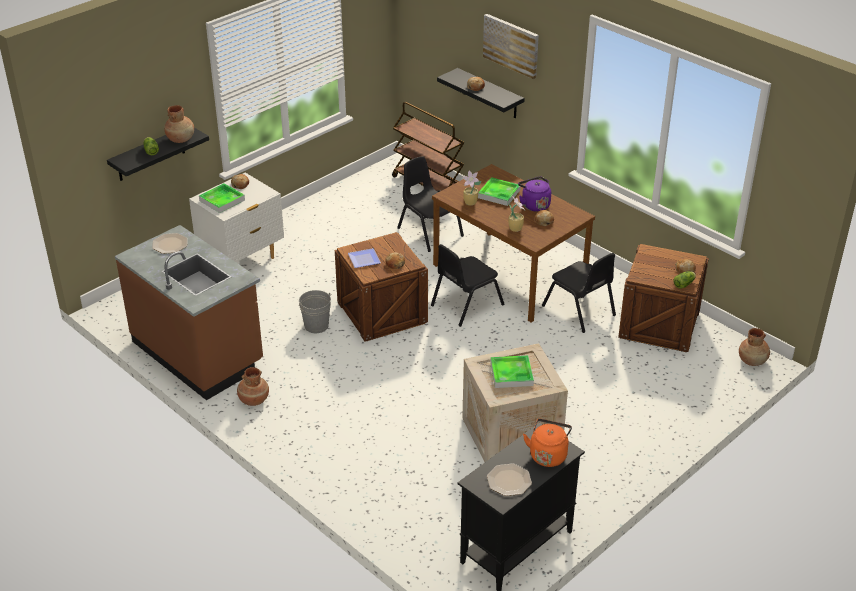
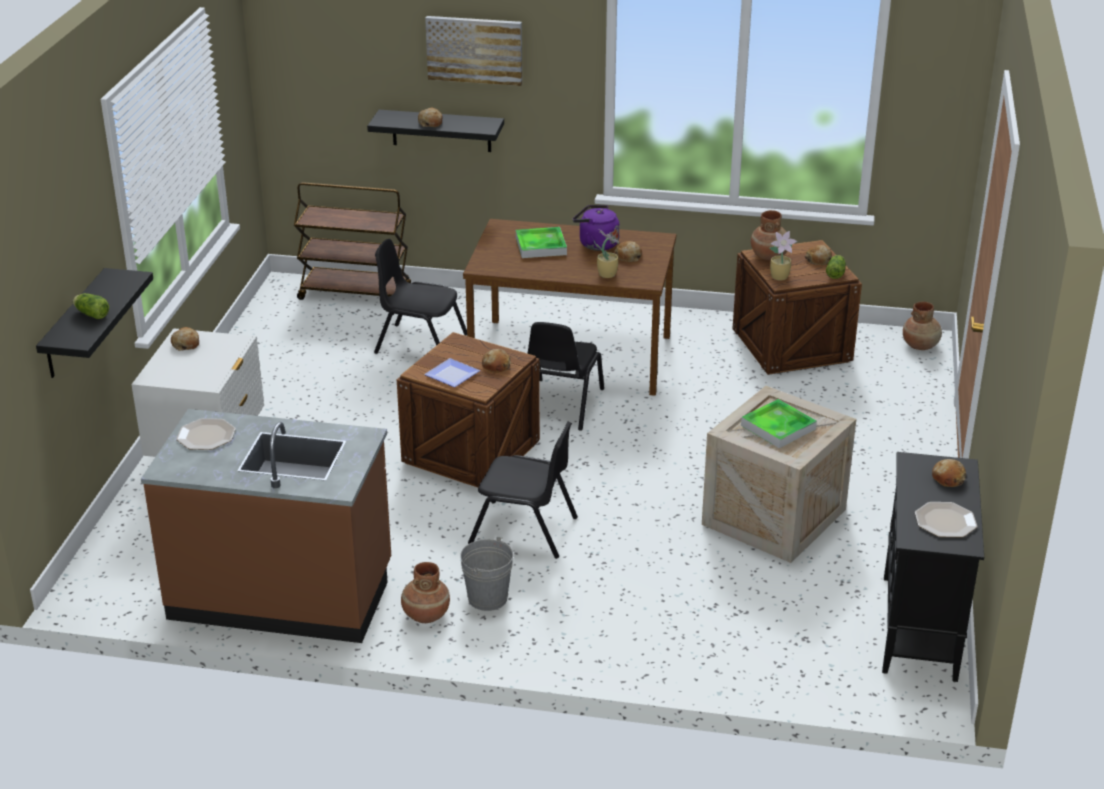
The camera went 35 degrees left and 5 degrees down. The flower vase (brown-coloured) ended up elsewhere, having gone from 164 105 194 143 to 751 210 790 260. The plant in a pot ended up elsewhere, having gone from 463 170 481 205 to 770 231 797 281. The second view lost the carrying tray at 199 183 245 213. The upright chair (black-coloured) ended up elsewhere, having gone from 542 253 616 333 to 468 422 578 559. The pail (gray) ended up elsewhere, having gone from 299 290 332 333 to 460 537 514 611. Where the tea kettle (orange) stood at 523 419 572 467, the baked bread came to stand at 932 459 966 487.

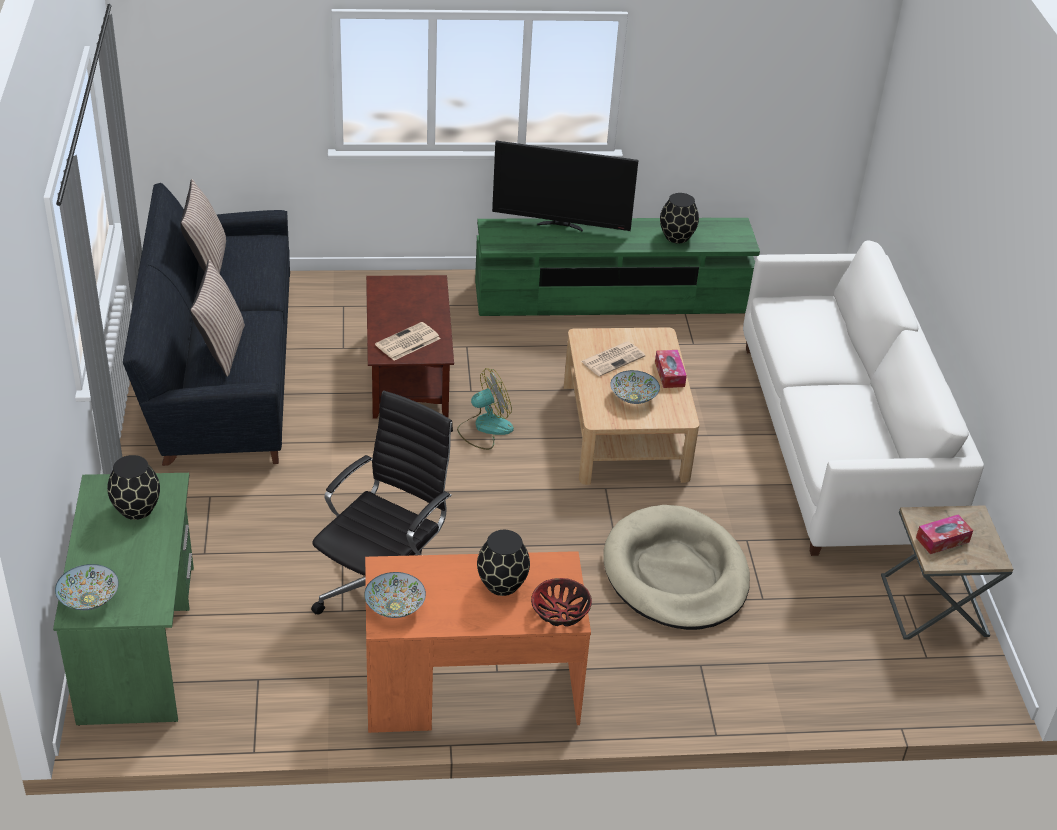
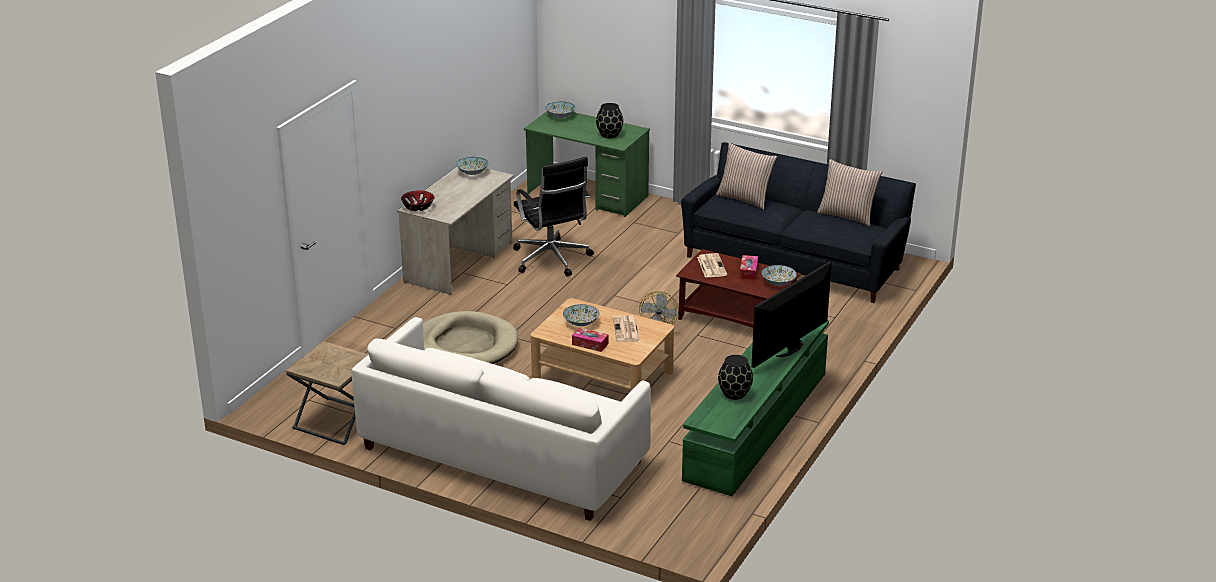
The camera went 125 degrees right and 10 degrees down. The tissue box ended up elsewhere, having gone from 916 514 973 554 to 740 255 758 280. The second view lost the flower vase (black-coloured) at 477 530 530 596. What was the desk (orange) at 365 551 591 733 turned into the desk (beige-coloured) at 397 167 514 295. The second view gained the bowl at 761 265 797 286.

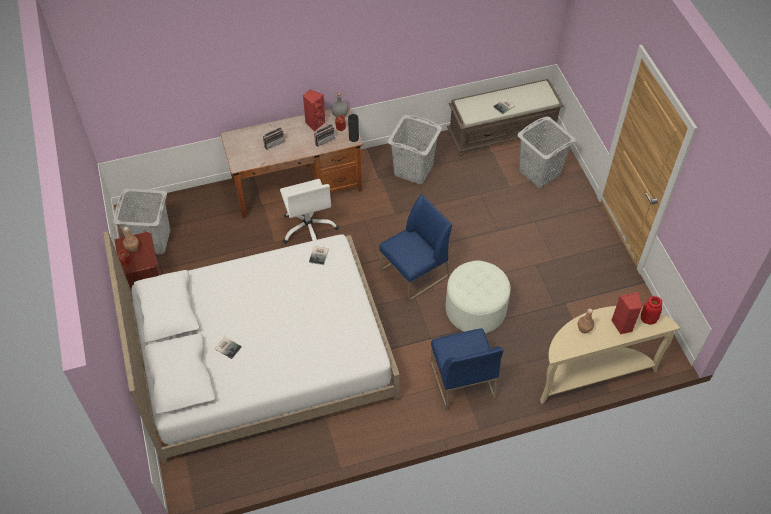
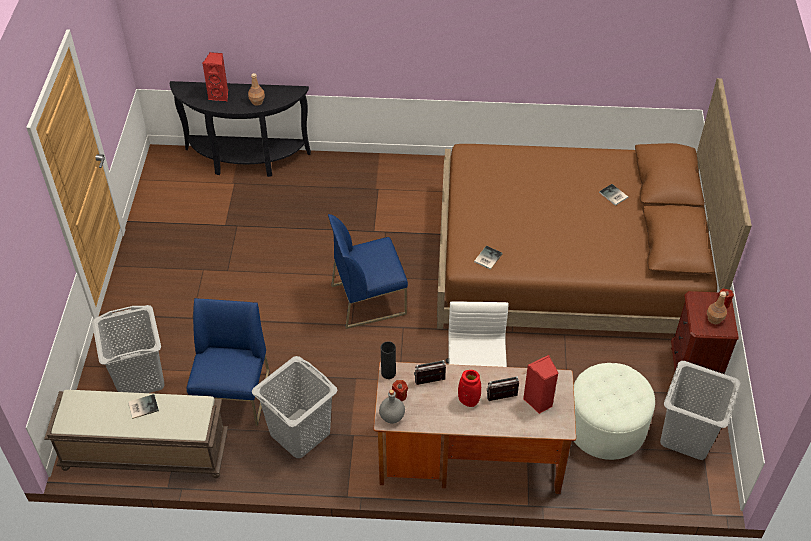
The camera went 160 degrees left and 5 degrees down. The speaker (reddish) ended up elsewhere, having gone from 303 90 326 132 to 523 355 558 414. What was the sleeping bed (white) at 103 231 400 465 turned into the sleeping bed (brown-coloured) at 437 78 752 334. The pouffe (white) ended up elsewhere, having gone from 446 261 511 334 to 574 363 655 460. The flower vase (reddish) ended up elsewhere, having gone from 641 296 663 324 to 458 370 481 407. What was the console table (beige-coloured) at 540 306 680 404 turned into the console table (black-coloured) at 170 81 311 177. The upright chair (blue-coloured) ended up elsewhere, having gone from 431 328 504 410 to 187 298 270 426.

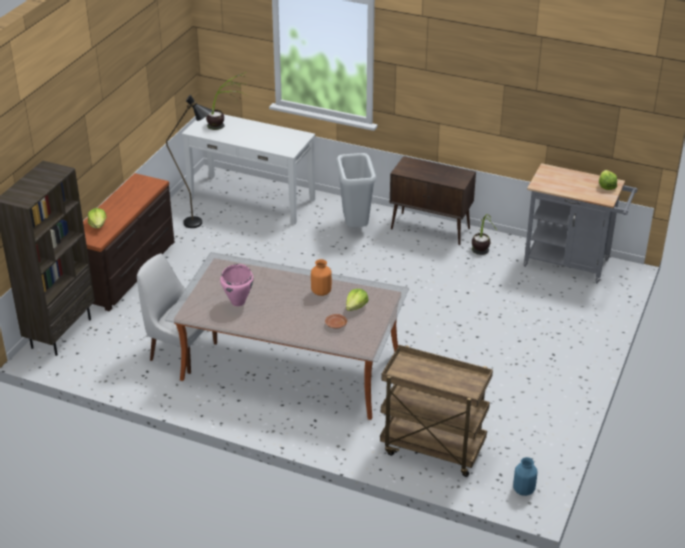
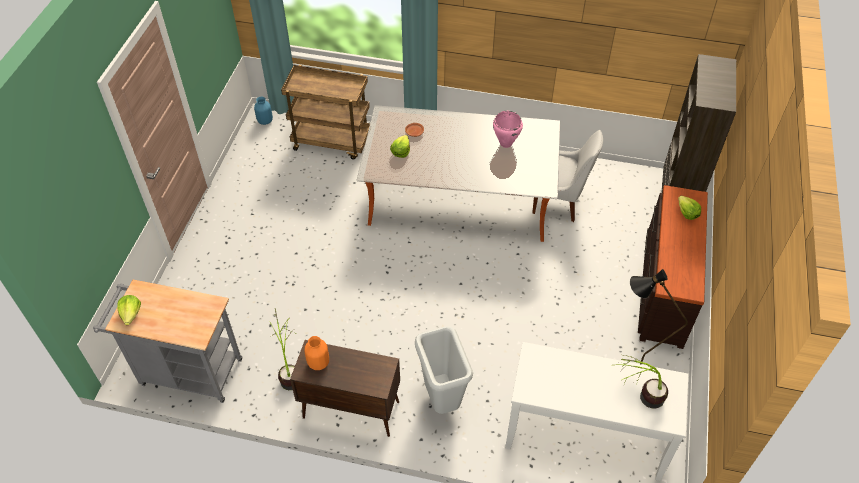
The camera went 170 degrees right and 15 degrees up. The flower vase (orange) ended up elsewhere, having gone from 311 259 332 296 to 305 336 329 370.

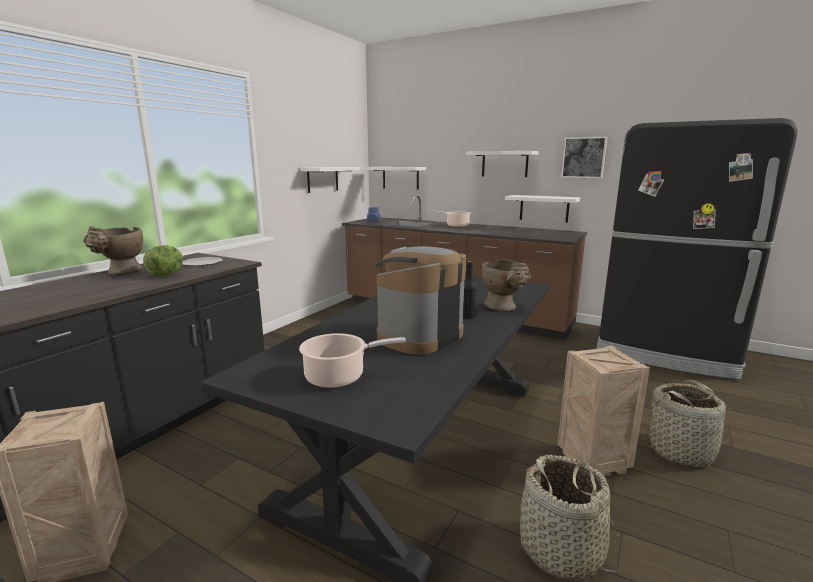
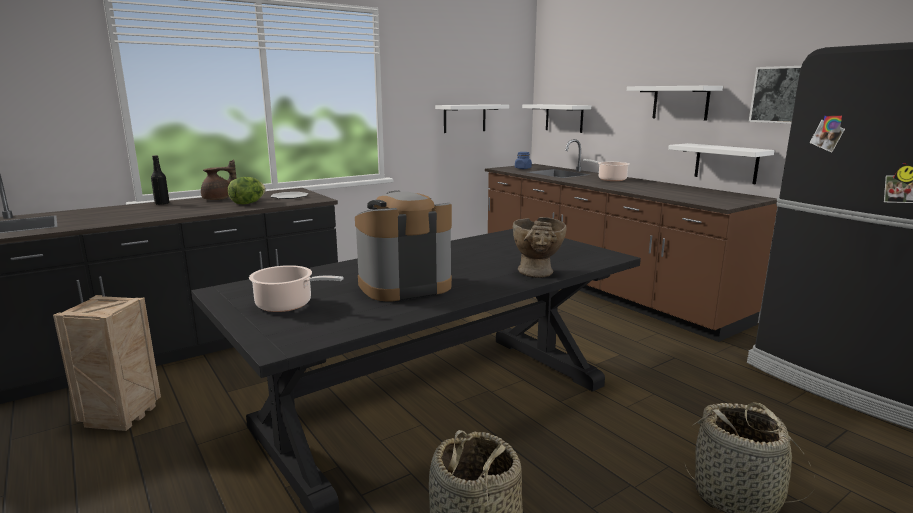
The camera went 25 degrees right and 0 degrees up. Where the flower vase (beige-coloured) stood at 83 226 143 275, the tea pot (brown-coloured) came to stand at 201 160 236 200. The bottle (black-coloured) ended up elsewhere, having gone from 463 261 477 319 to 151 155 170 205. The second view lost the packing crate at 558 346 650 477.

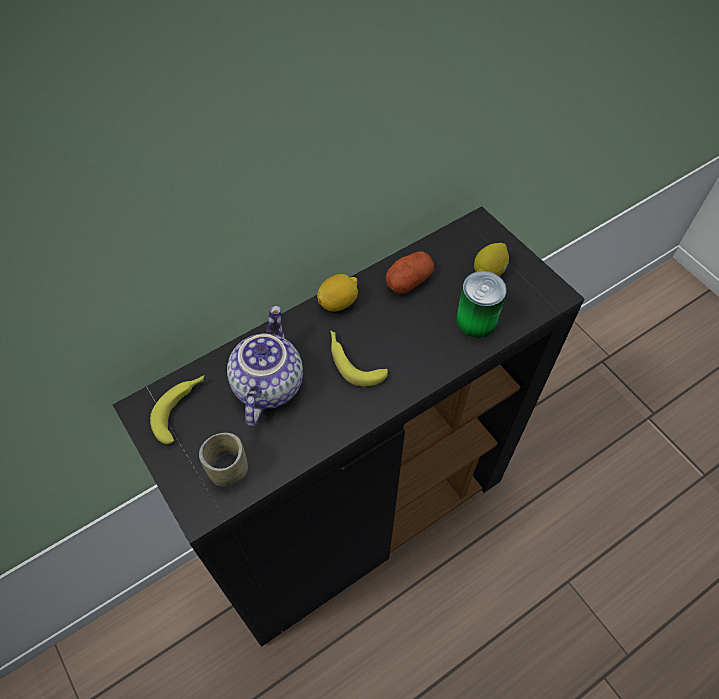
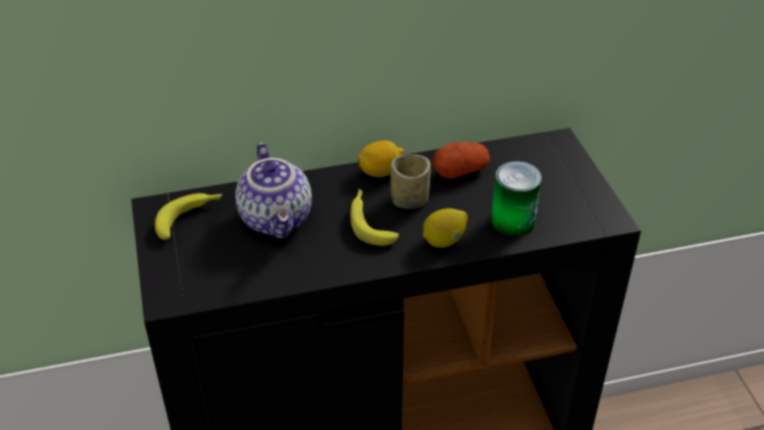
The camera went 20 degrees right and 15 degrees down. The citrus fruit ended up elsewhere, having gone from 474 243 509 276 to 423 208 468 248. The tea pot at 227 305 303 426 ended up facing another way, 135 degrees clockwise from before. The cup ended up elsewhere, having gone from 199 433 248 487 to 390 154 431 209.

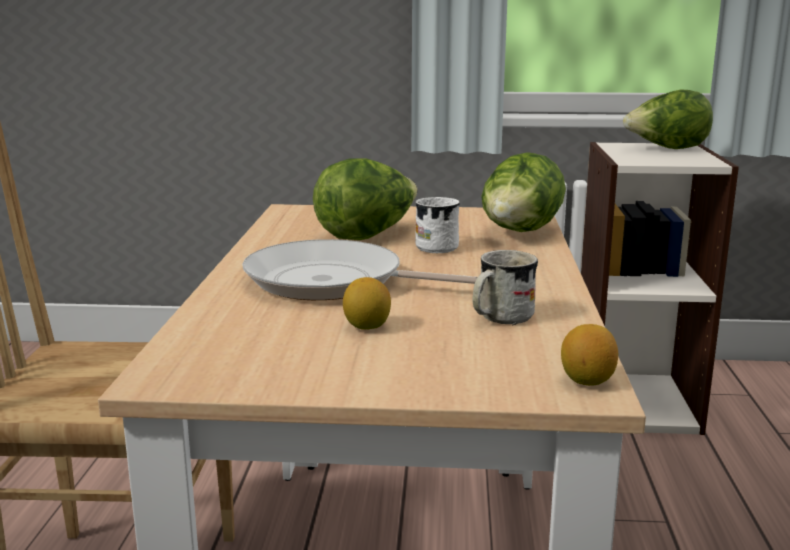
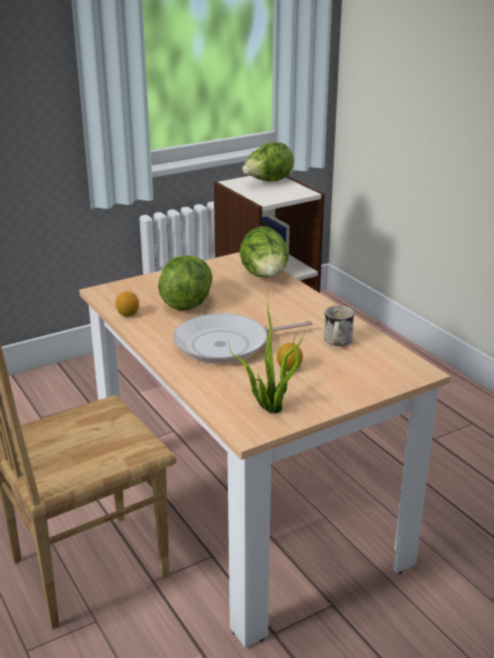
The camera went 35 degrees left and 10 degrees up. The second view lost the coffee mug (white) at 415 197 460 253. The citrus fruit ended up elsewhere, having gone from 561 324 618 386 to 116 291 139 317. The second view gained the plant in a pot at 229 287 305 414.

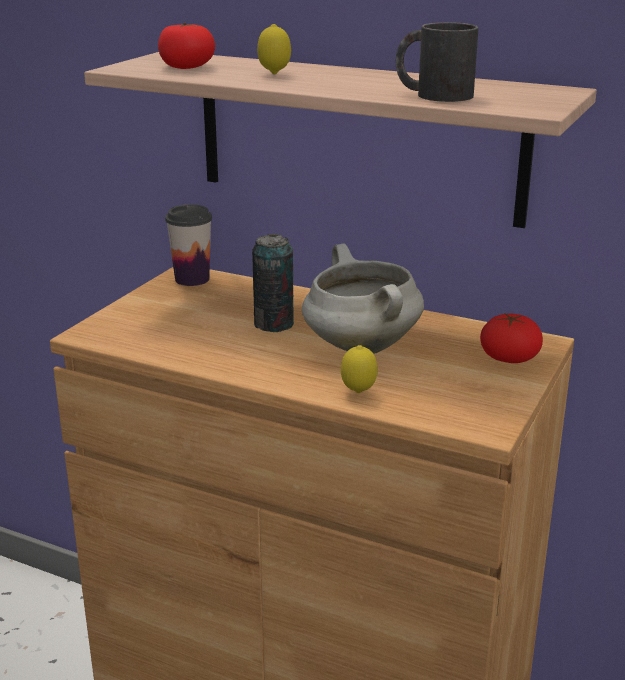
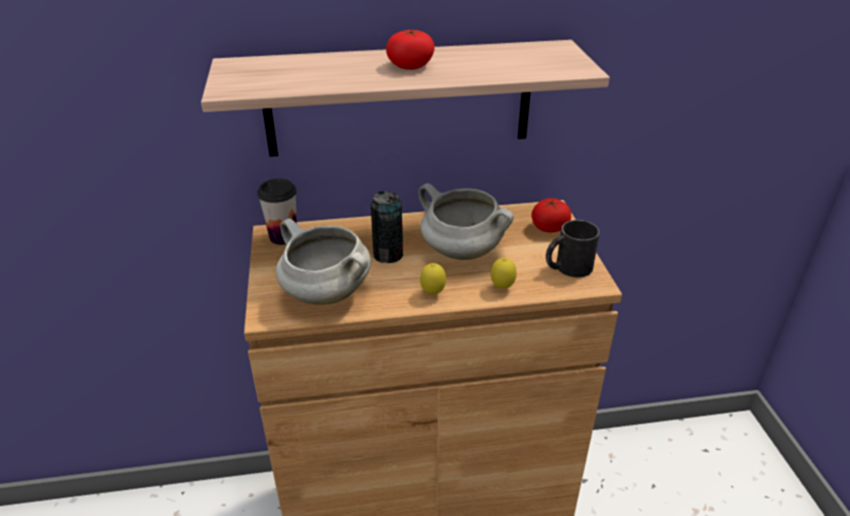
The camera went 35 degrees left and 10 degrees up. The coffee mug (black-coloured) ended up elsewhere, having gone from 396 22 479 102 to 546 220 600 277. The fresh tomato ended up elsewhere, having gone from 158 23 215 69 to 386 30 435 70. The citrus fruit ended up elsewhere, having gone from 257 24 291 74 to 420 263 446 295. The second view gained the cooking pot (white) at 276 218 371 305.

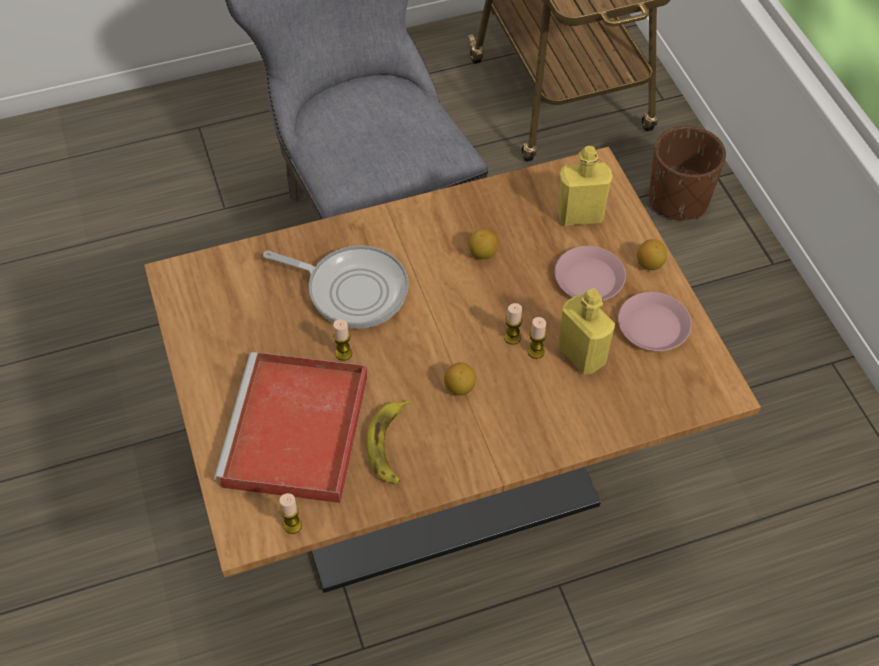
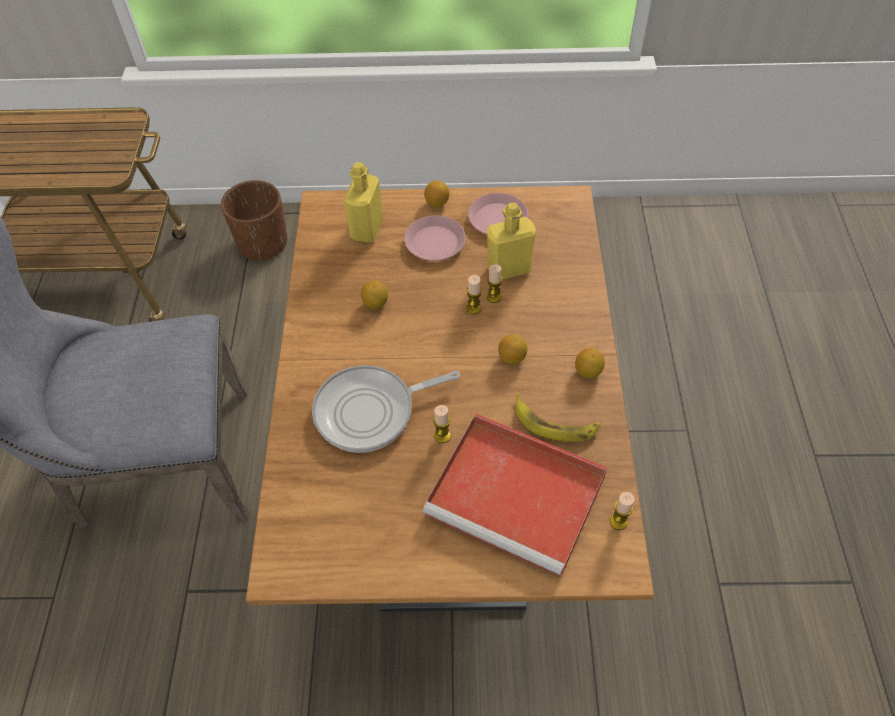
The camera went 70 degrees left and 0 degrees up. The frying pan at 263 245 409 329 ended up facing another way, 150 degrees counterclockwise from before. The second view gained the citrus fruit at 575 348 605 379.

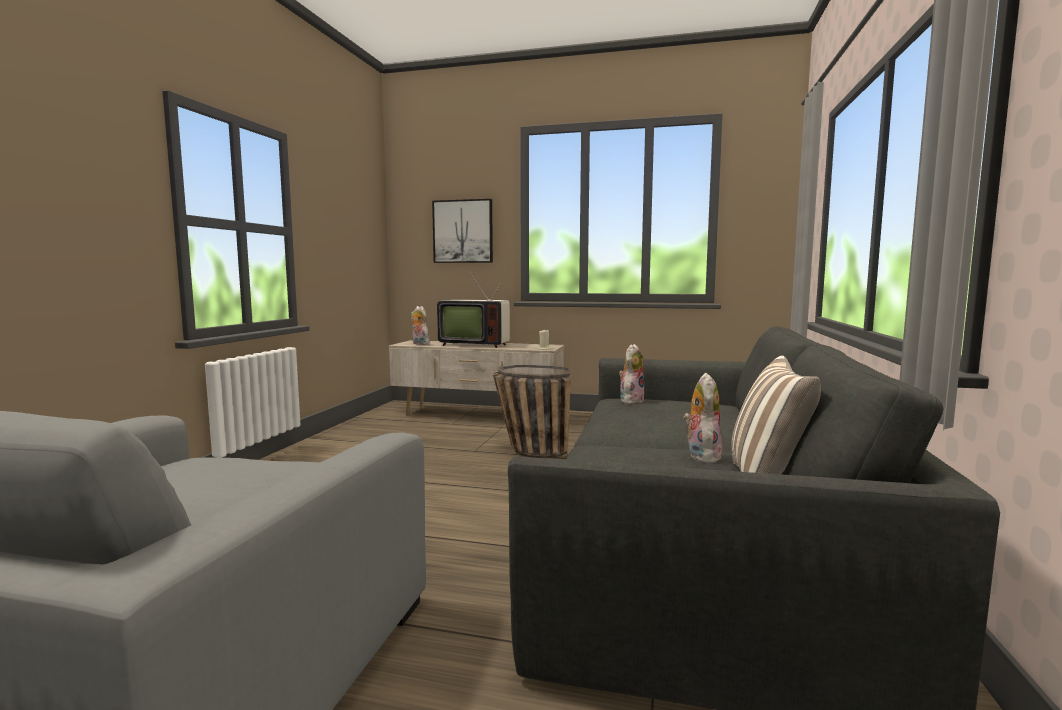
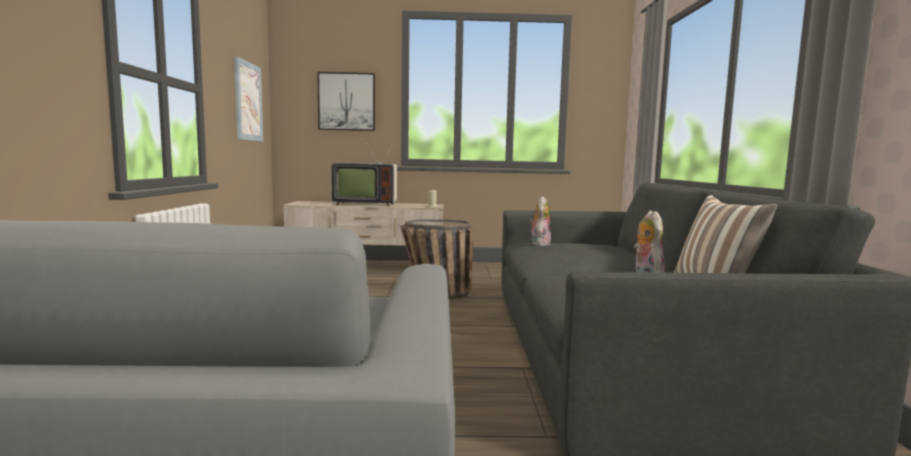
The camera went 15 degrees left and 0 degrees up. The second view lost the plush toy at 411 306 430 345. The second view gained the picture at 234 56 263 142.

